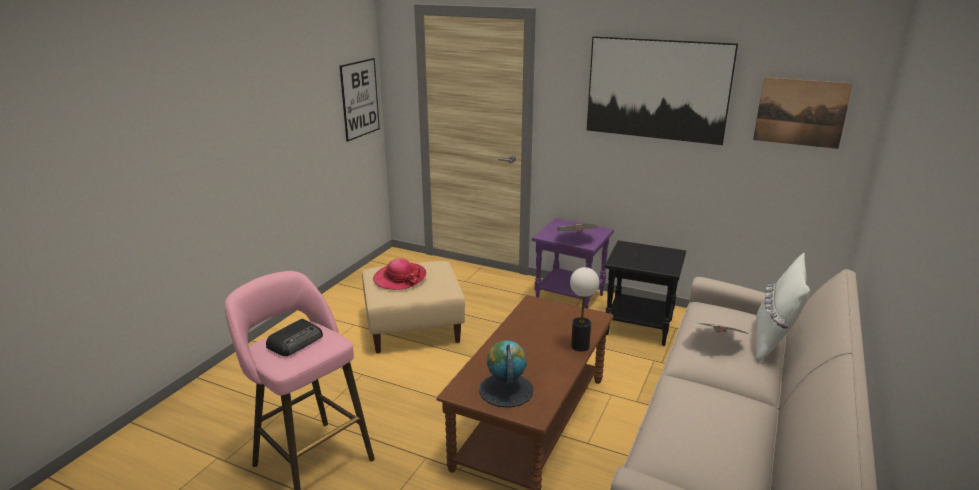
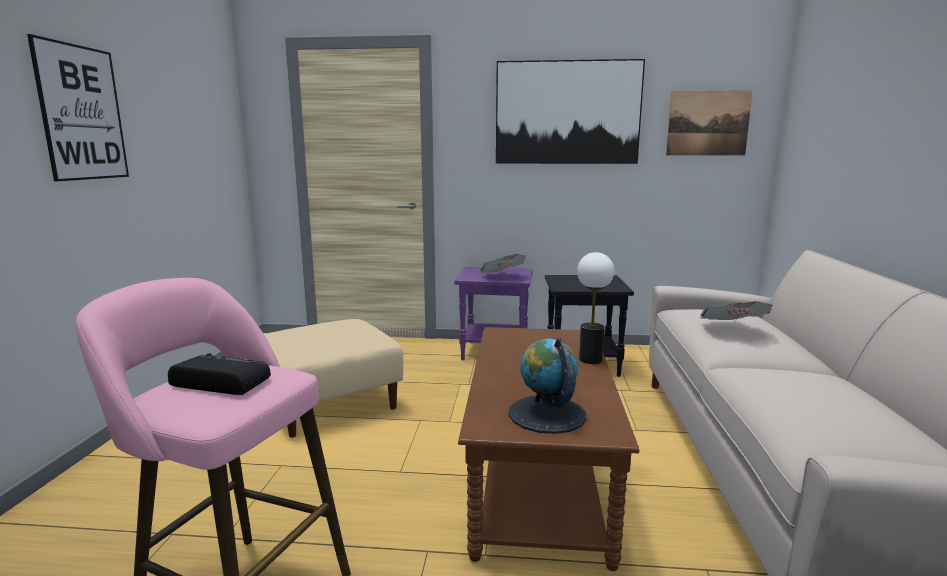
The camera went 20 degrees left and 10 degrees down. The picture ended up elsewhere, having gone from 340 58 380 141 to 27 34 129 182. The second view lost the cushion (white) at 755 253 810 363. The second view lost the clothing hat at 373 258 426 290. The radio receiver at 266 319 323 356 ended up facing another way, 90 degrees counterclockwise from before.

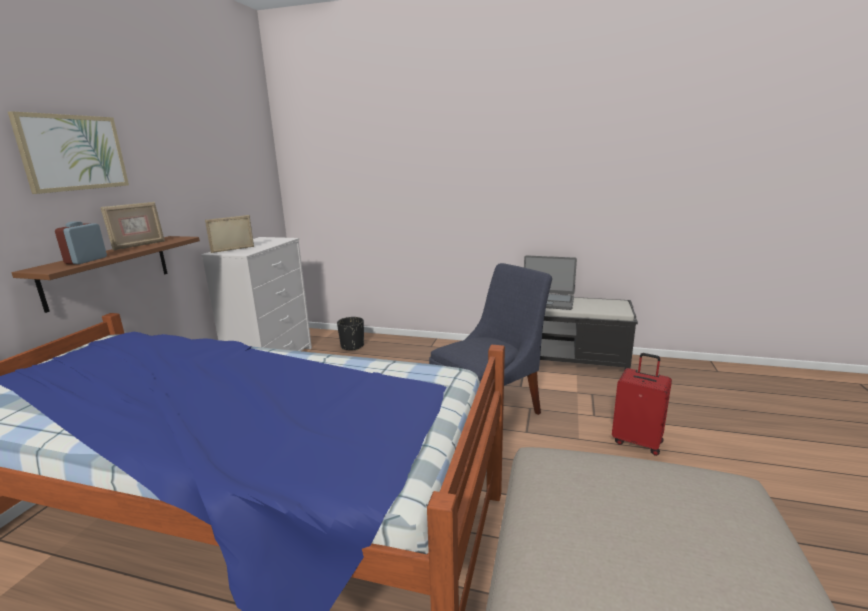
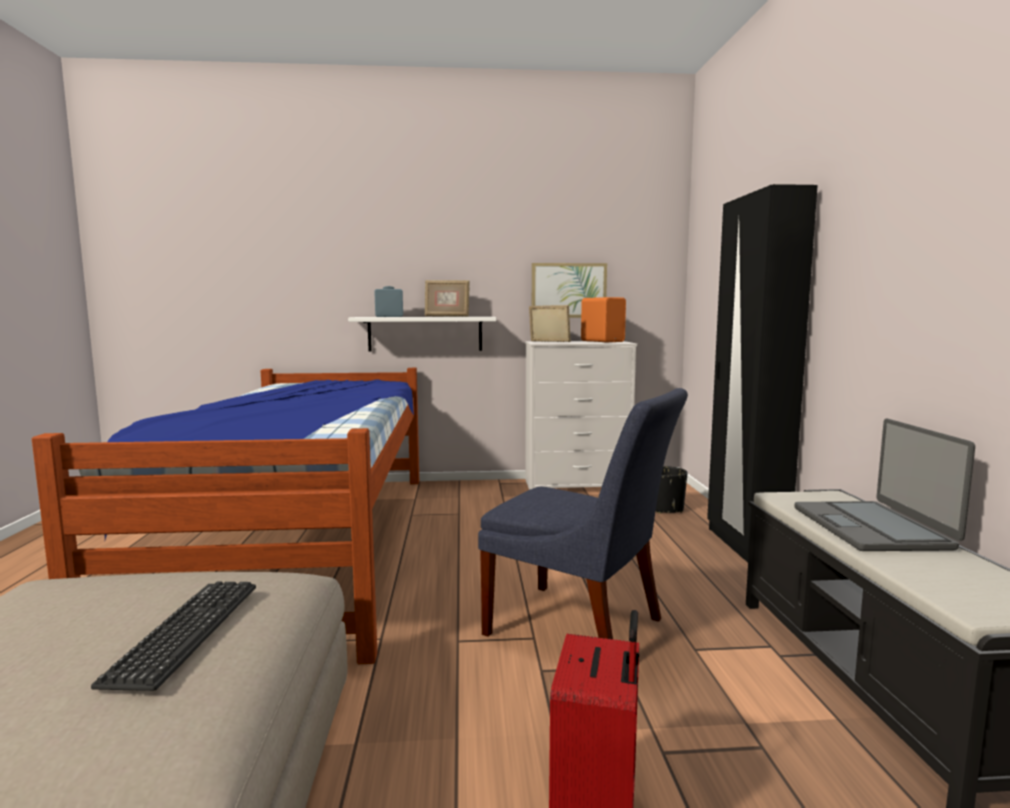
The camera went 70 degrees right and 10 degrees down. The picture ended up elsewhere, having gone from 8 111 129 194 to 532 263 607 318. What was the shelf (brown-coloured) at 11 236 200 313 turned into the shelf (white) at 348 317 496 351. The second view gained the wardrobe (black-coloured) at 707 184 818 562. The second view gained the speaker (orange) at 581 297 626 343. The second view gained the PC keyboard at 91 581 256 691.

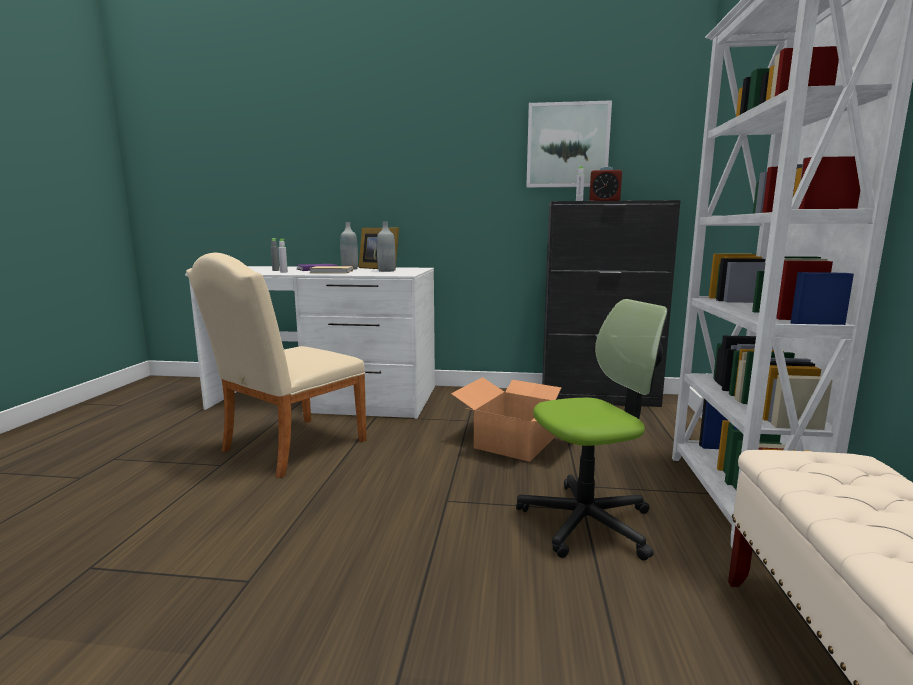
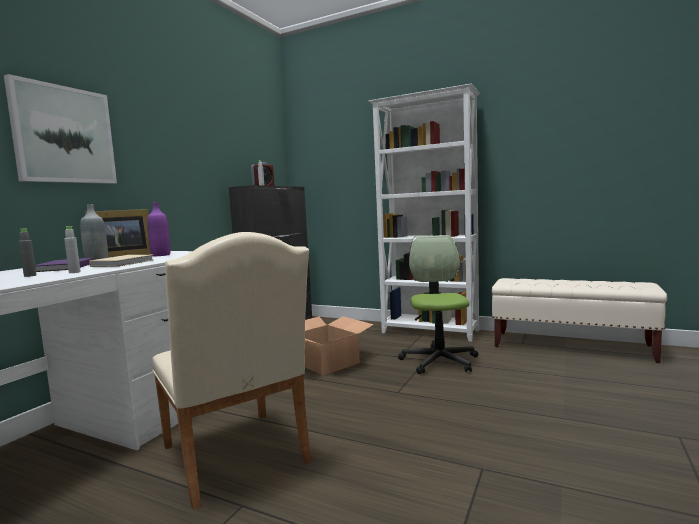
The camera went 70 degrees left and 5 degrees down. The picture ended up elsewhere, having gone from 526 100 612 188 to 4 74 117 184. What was the bottle (gray) at 377 222 396 272 turned into the bottle (purple-coloured) at 147 202 170 256.

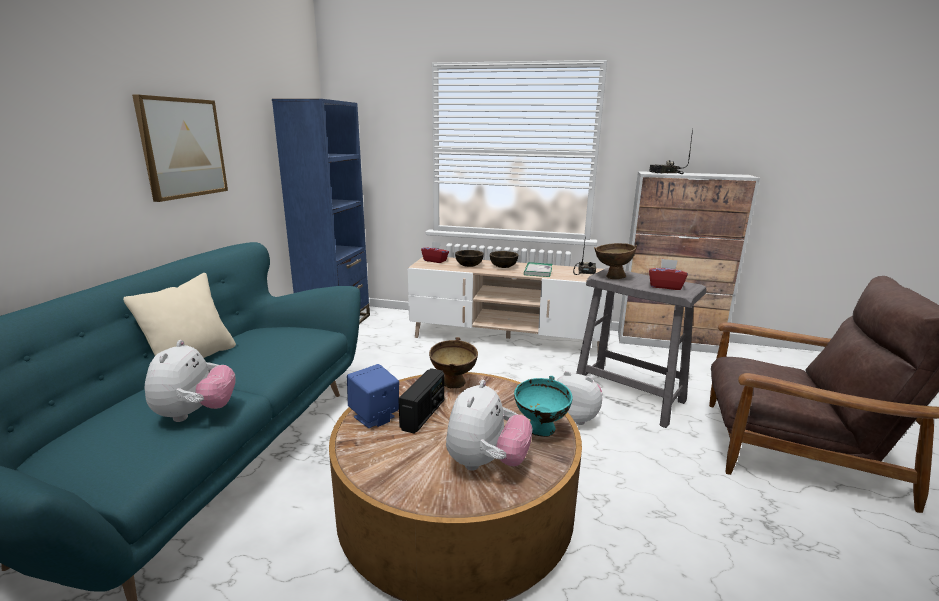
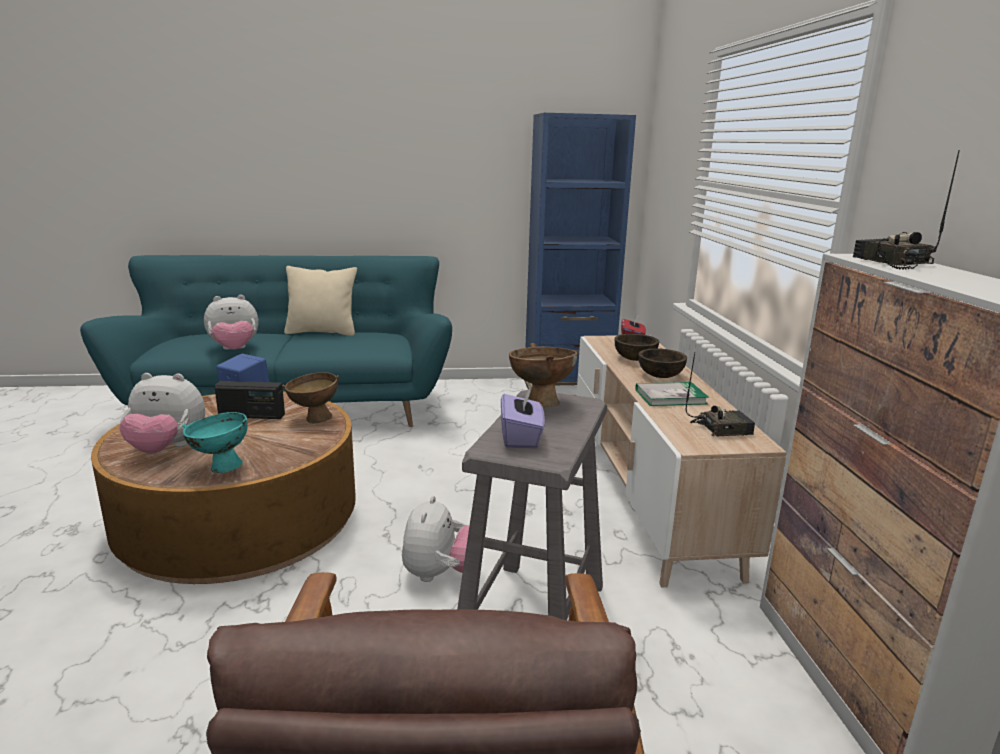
The camera went 70 degrees right and 0 degrees up. The second view lost the picture at 132 95 228 202. What was the tissue box (reddish) at 649 259 688 290 turned into the tissue box (purple-coloured) at 501 388 545 448.

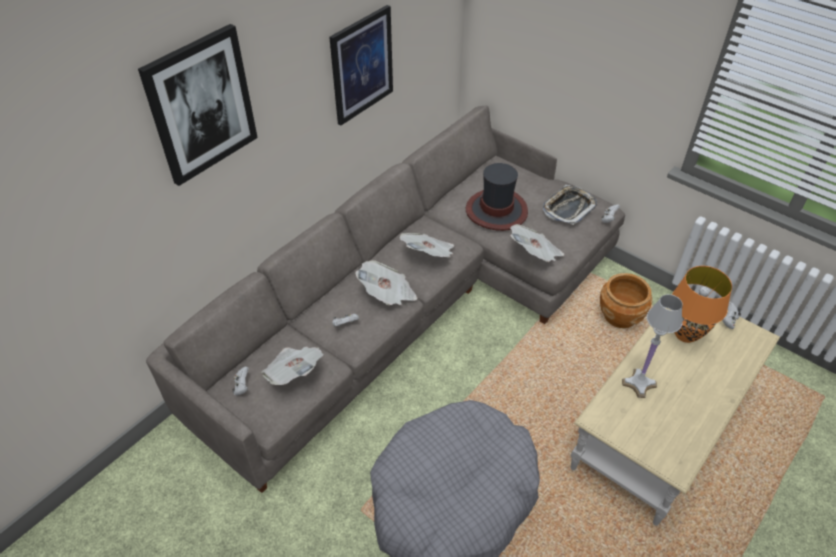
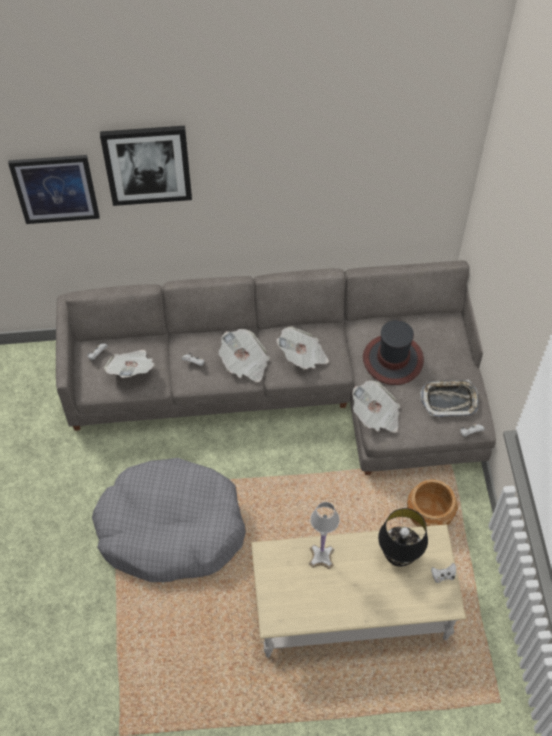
The camera went 45 degrees right and 10 degrees up. The picture ended up elsewhere, having gone from 329 5 393 126 to 8 155 100 224. What was the table lamp (orange) at 672 266 732 343 turned into the table lamp (black-coloured) at 378 508 428 567.

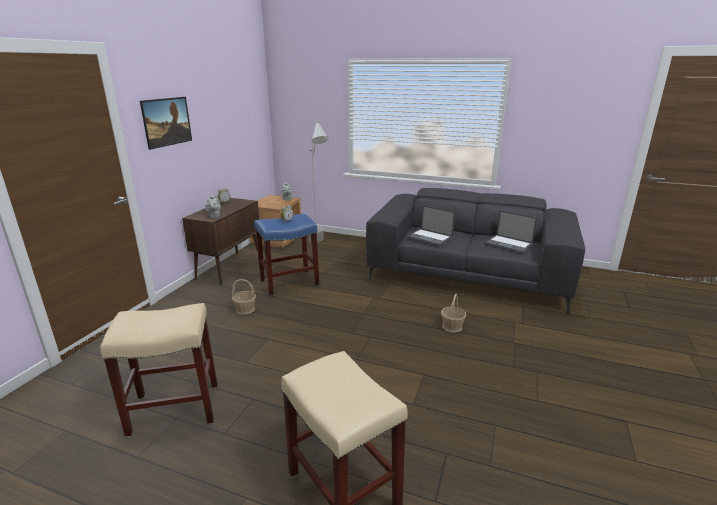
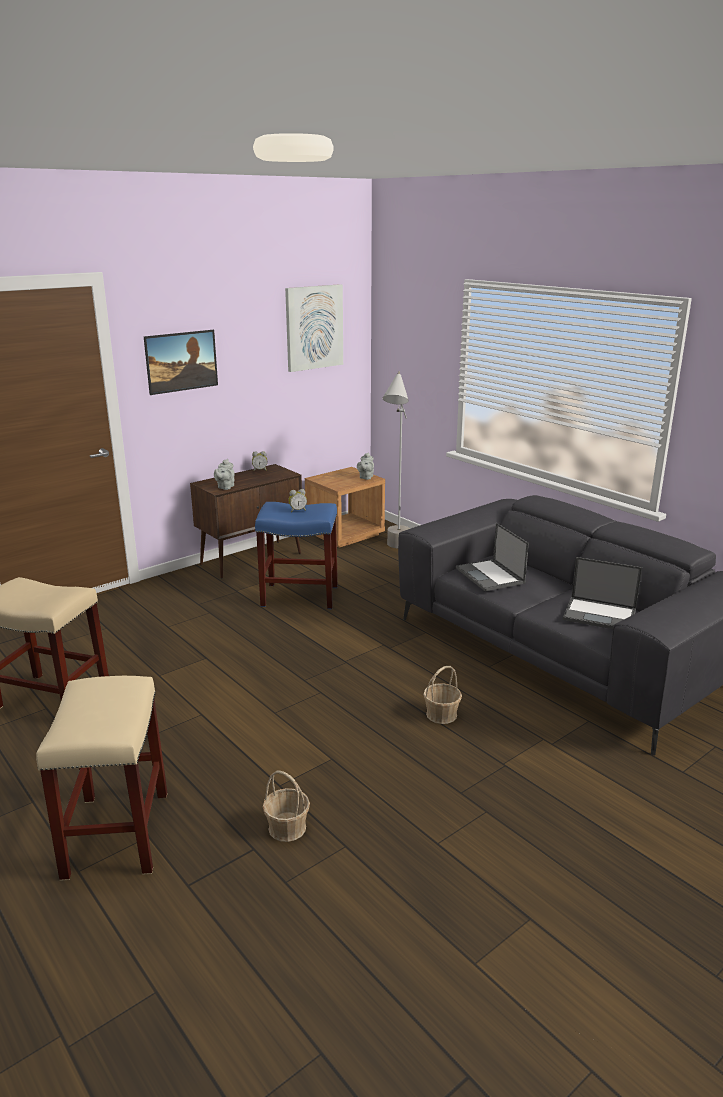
The camera went 30 degrees right and 0 degrees up. The laptop at 485 210 537 254 ended up facing another way, 45 degrees counterclockwise from before. The storage basket ended up elsewhere, having gone from 232 279 256 315 to 263 770 310 842. The second view gained the picture at 285 284 343 372.

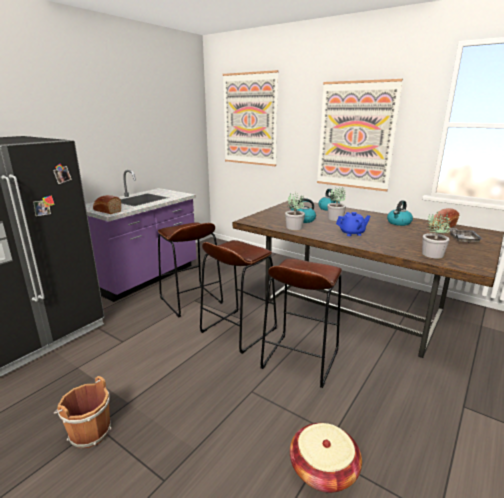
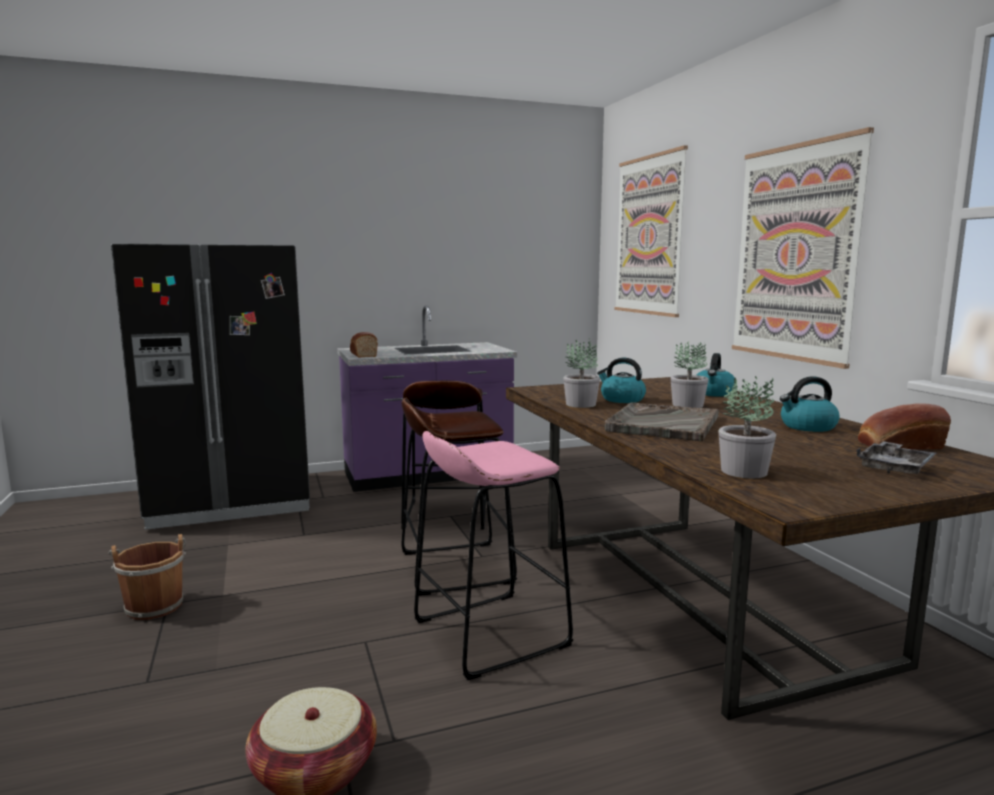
The camera went 35 degrees right and 10 degrees down. Where the tea pot (blue-coloured) stood at 336 212 371 236, the carrying tray (gray) came to stand at 604 402 718 442. What was the sitting stool (brown-coloured) at 260 259 342 388 turned into the sitting stool (pink-coloured) at 414 431 573 680.

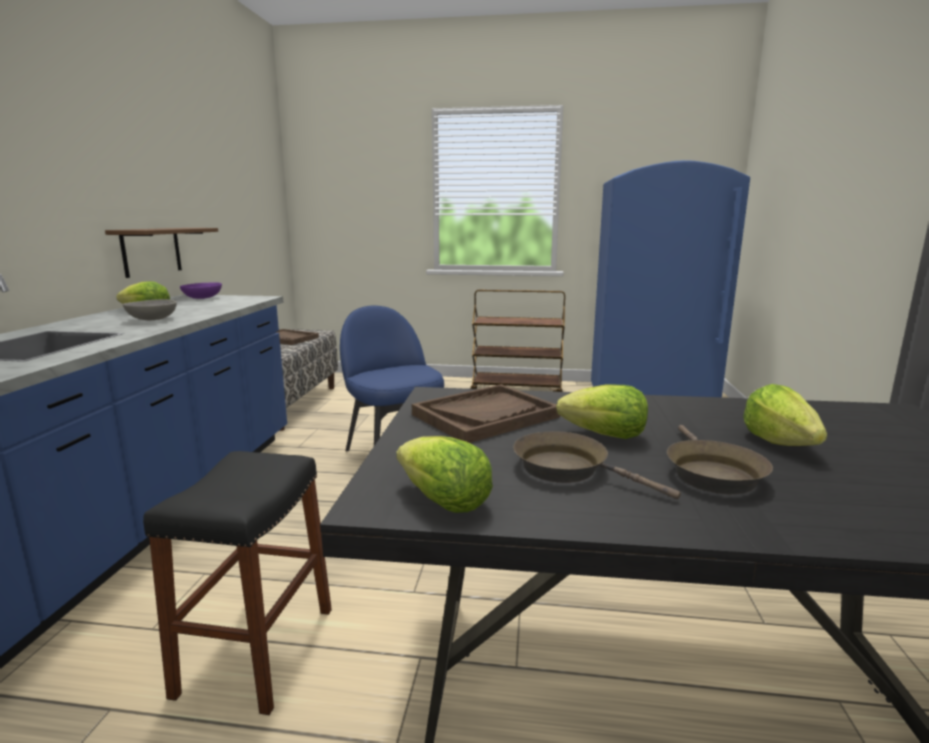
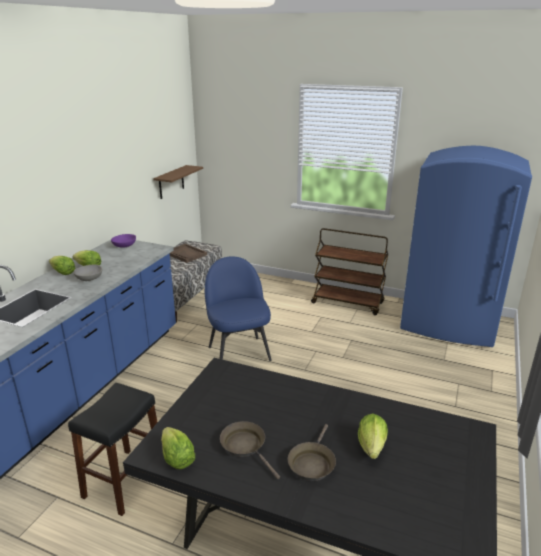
The camera went 15 degrees right and 10 degrees up. The shelf (brown-coloured) ended up elsewhere, having gone from 105 228 218 278 to 153 165 203 199. The second view lost the carrying tray (brown-coloured) at 412 384 560 443. The lettuce ended up elsewhere, having gone from 556 384 648 439 to 49 256 75 275.

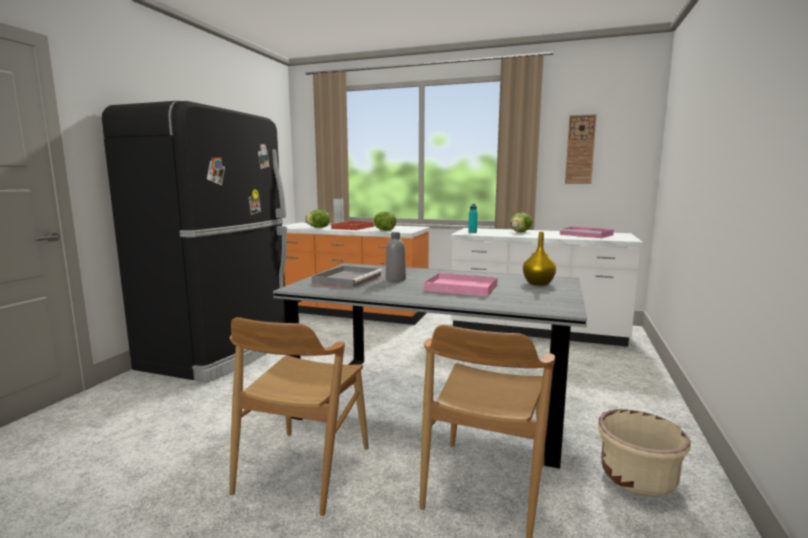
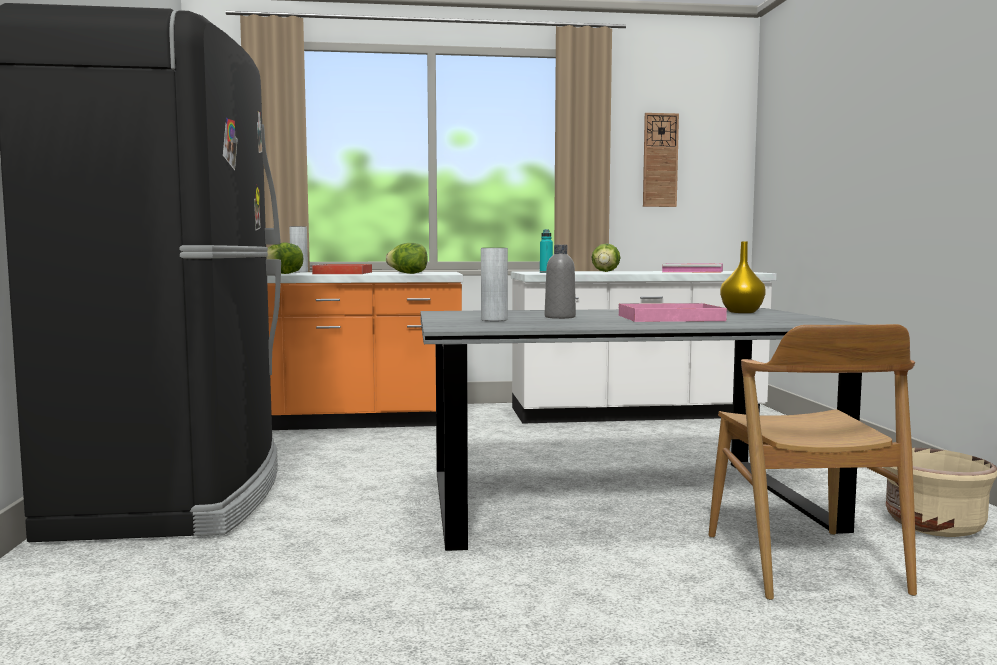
The camera went 25 degrees left and 5 degrees down. Where the carrying tray (gray) stood at 312 266 383 288, the flower vase (gray) came to stand at 481 248 508 321. The second view lost the upright chair (brown-coloured) at 229 317 369 516.

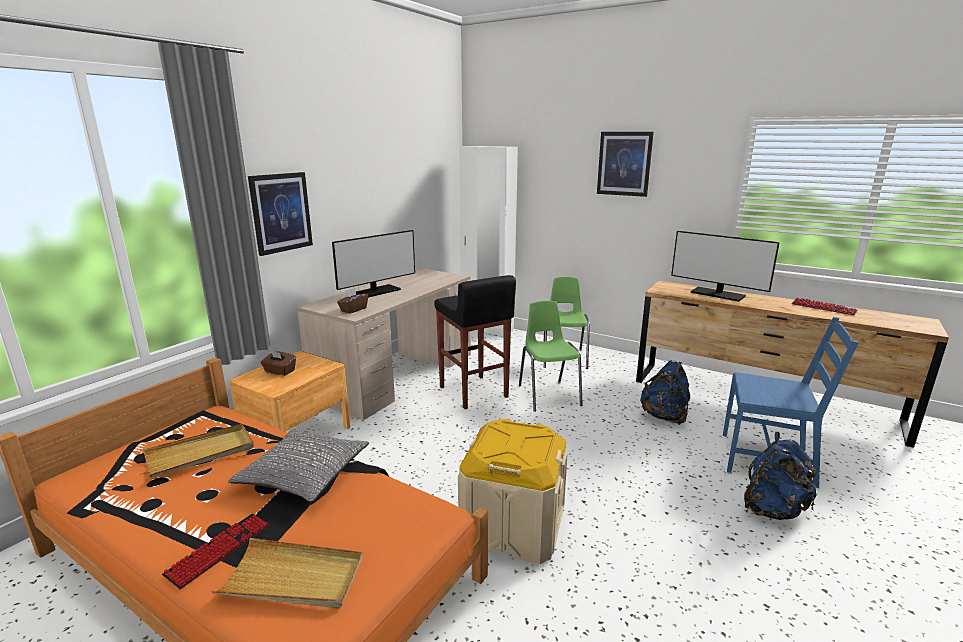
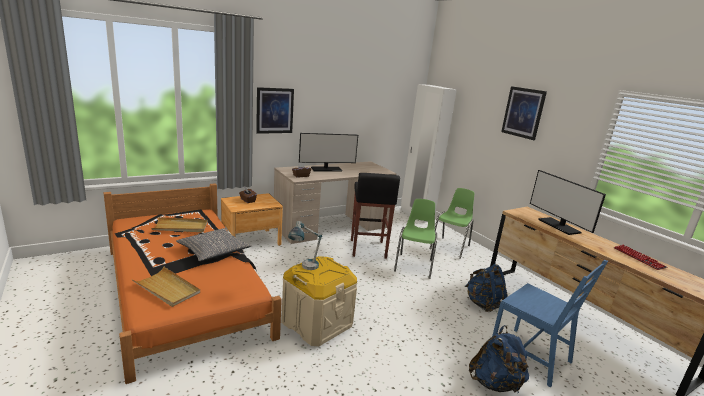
The camera went 25 degrees right and 0 degrees up. The second view lost the PC keyboard at 162 514 270 589. The second view gained the table lamp at 288 221 322 270.

